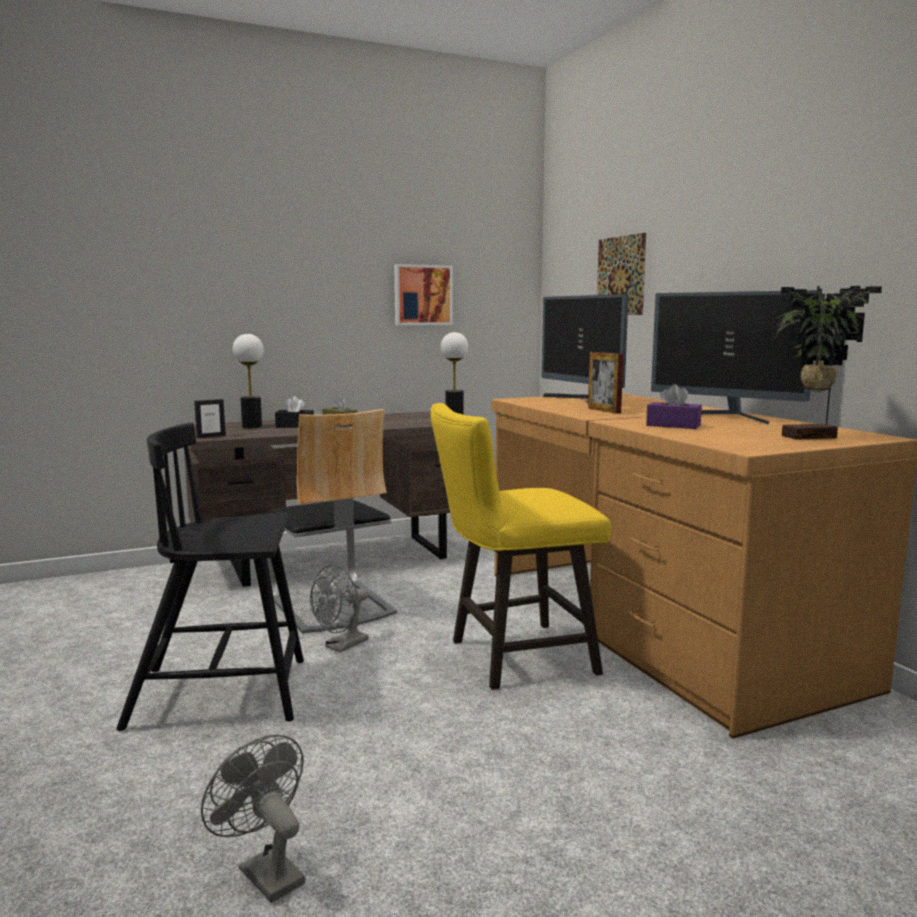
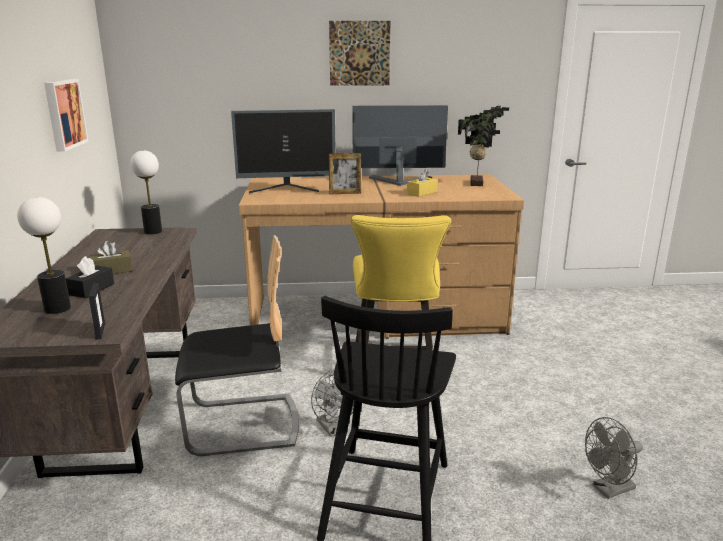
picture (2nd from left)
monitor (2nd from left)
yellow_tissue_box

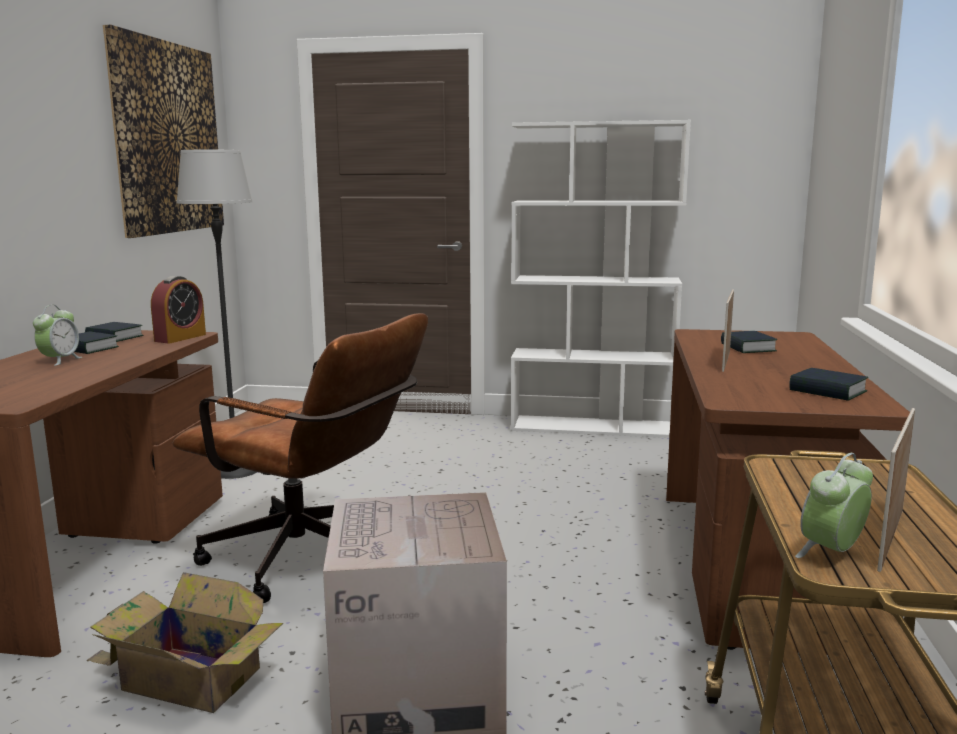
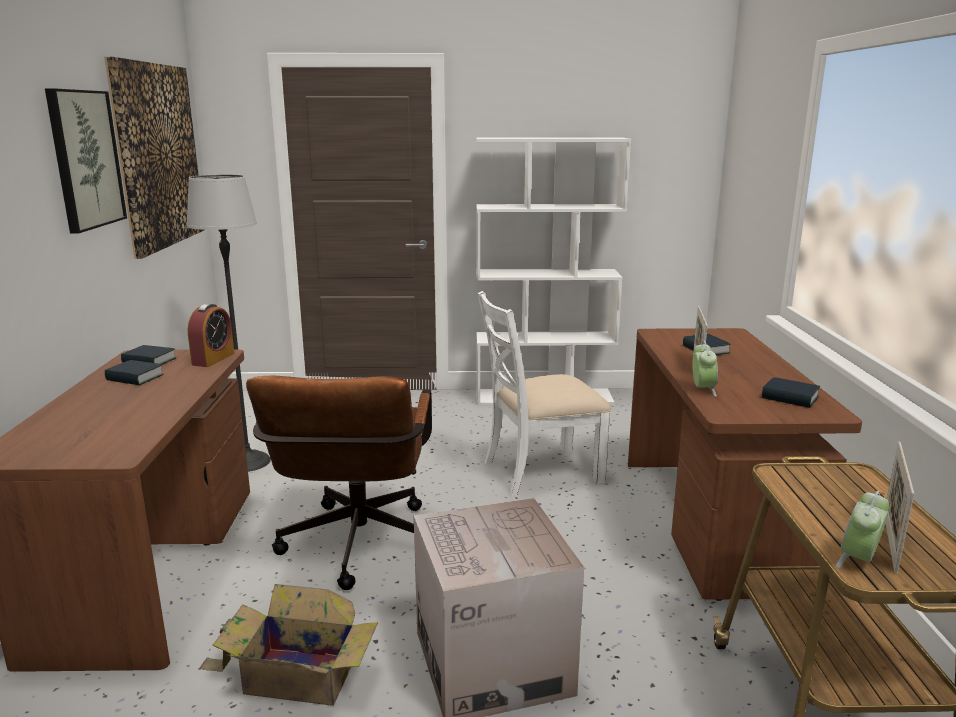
picture (1st from left)
brown_office_chair
white_chair
alarm_clock (2nd from left)

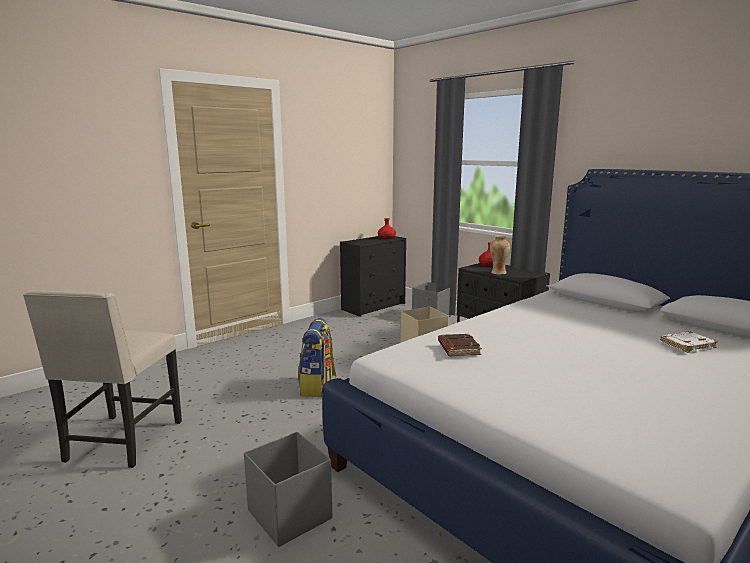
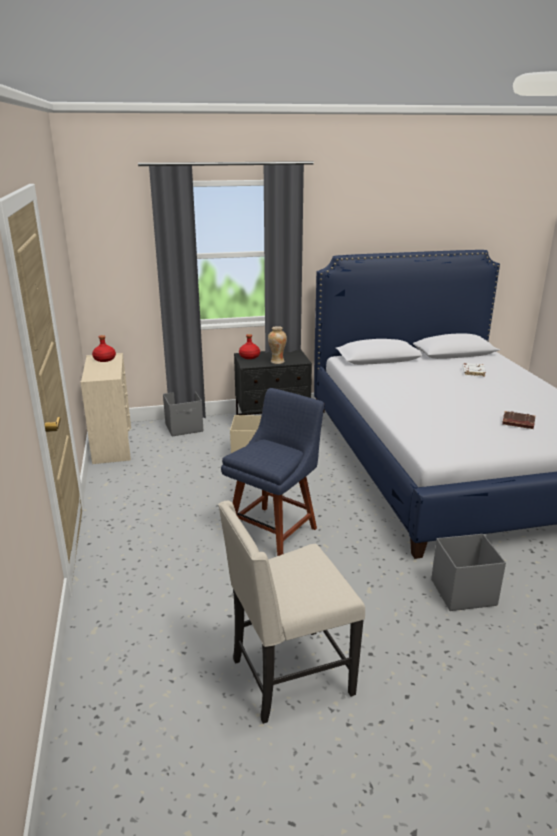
beige_dresser
beige_chair
blue_chair
brown_book

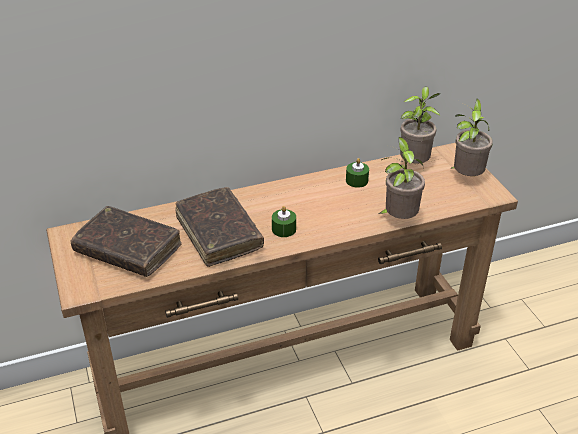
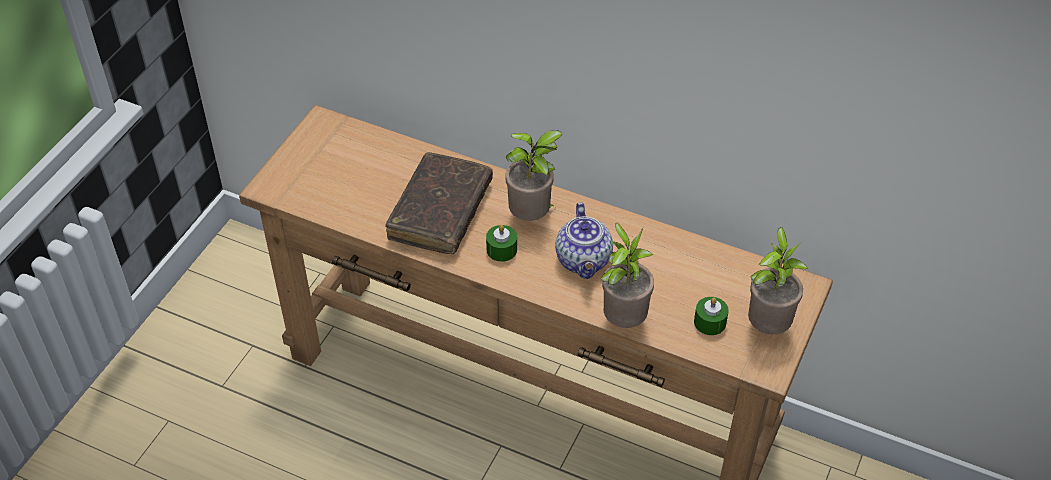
potted_plant (1st from left)
teapot
green_candle (2nd from left)
brown_book (1st from left in the first image)

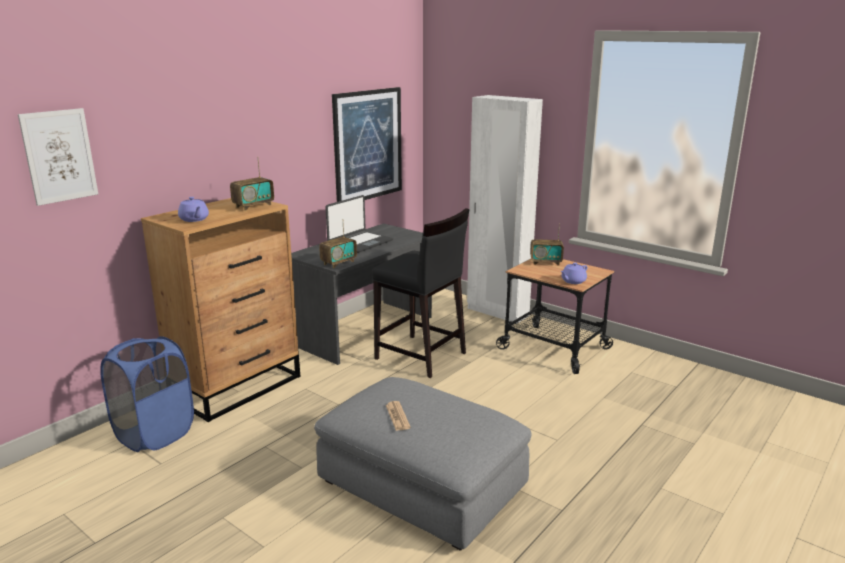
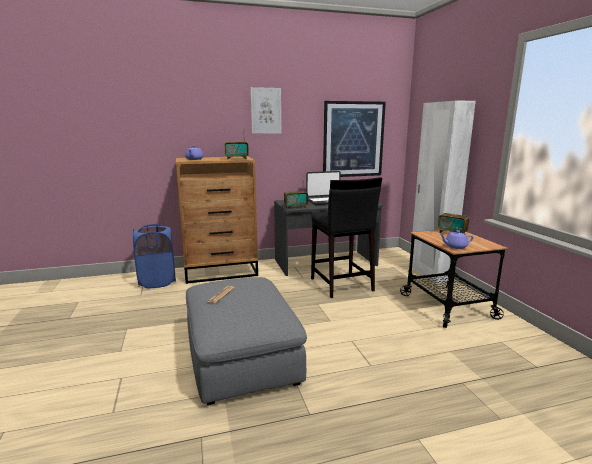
picture (1st from left)

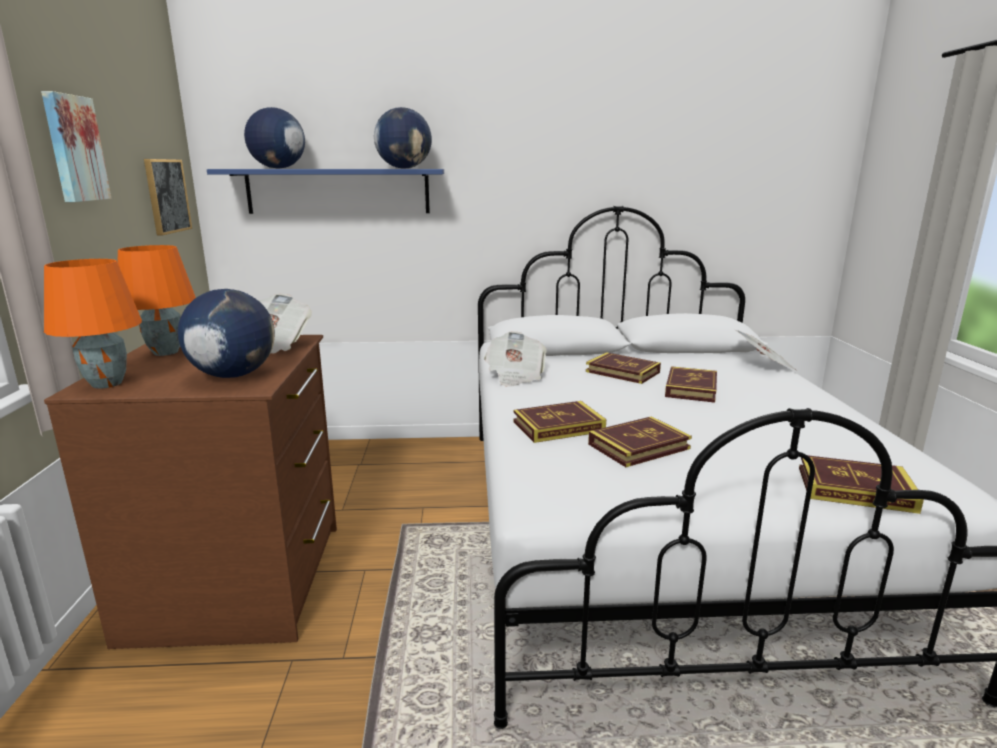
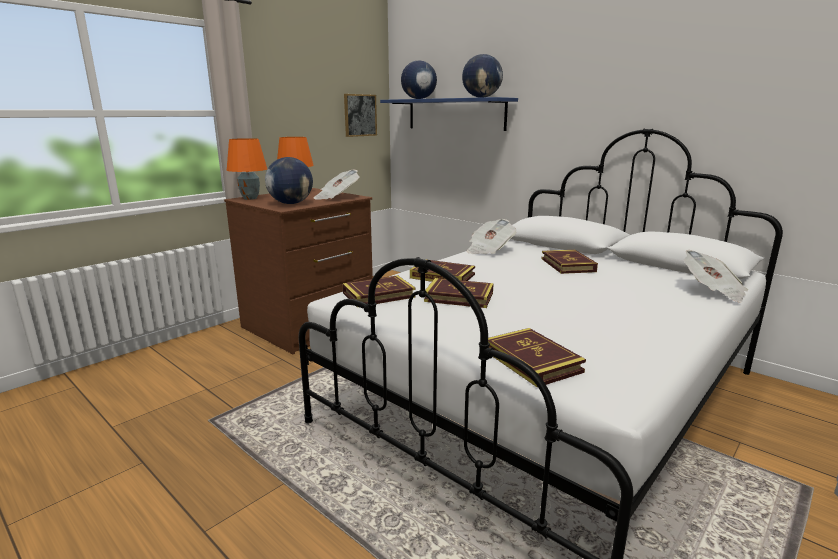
book (1st from left)
picture (1st from left in the first image)

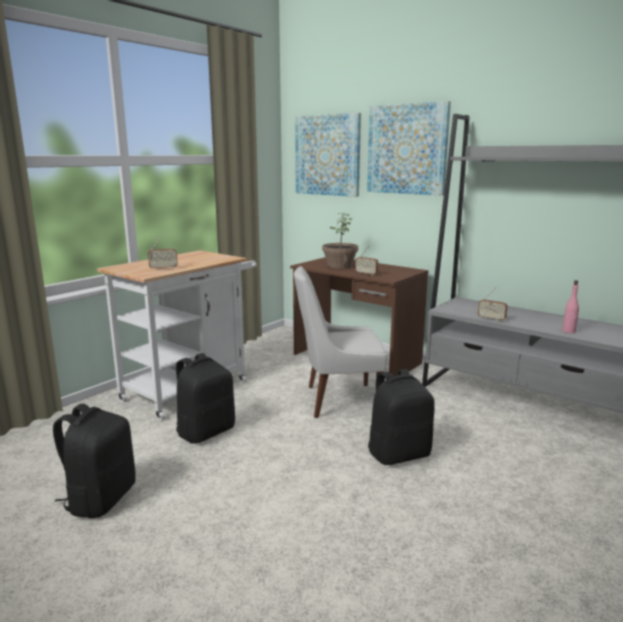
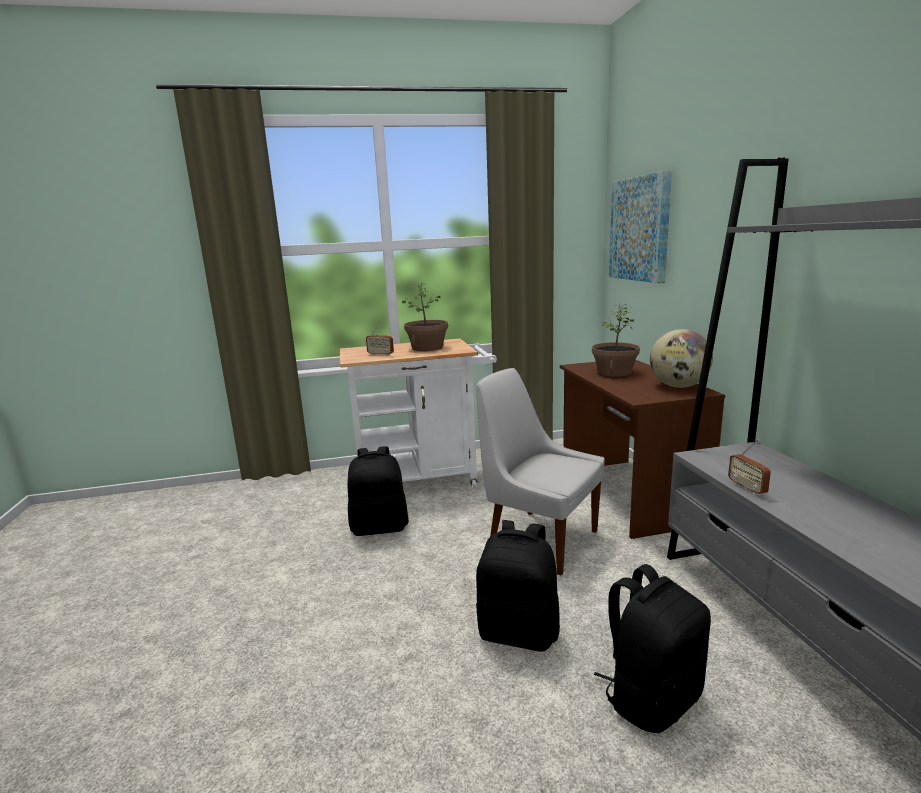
potted_plant (1st from left)
black_backpack (3rd from left)
globe
radio (2nd from left in the first image)
picture (2nd from left in the first image)
pink_bottle

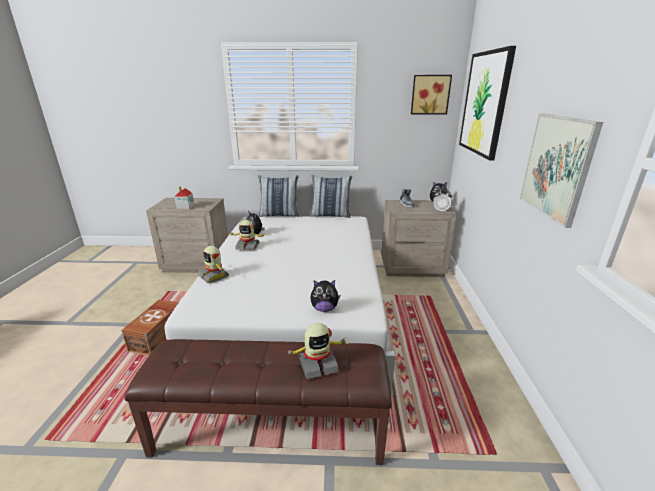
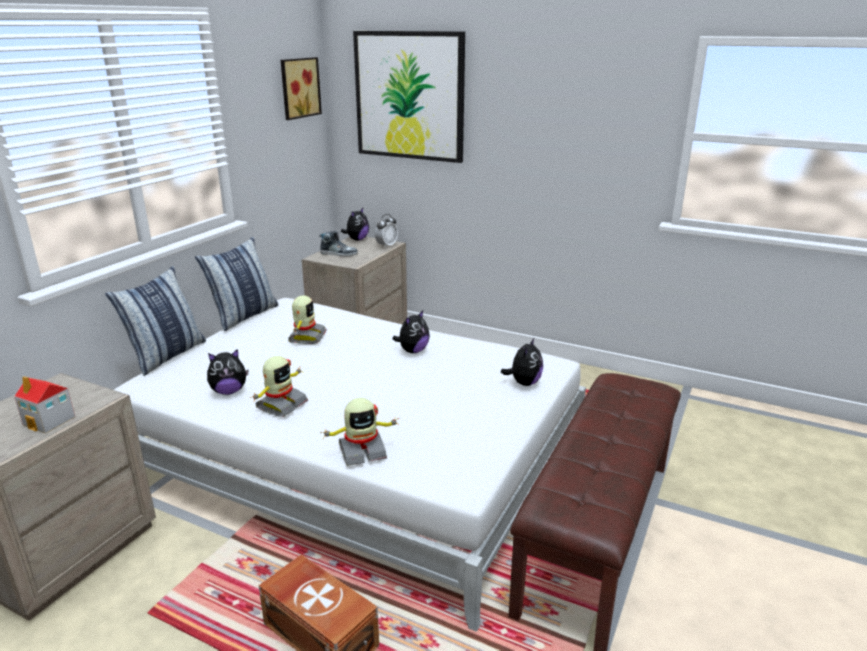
toy_robot (2nd from left)
plush_toy (3rd from left)
picture (3rd from left in the first image)

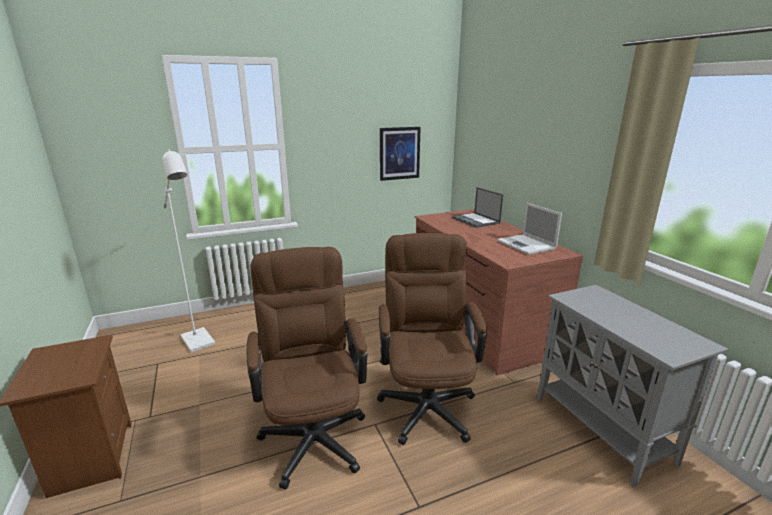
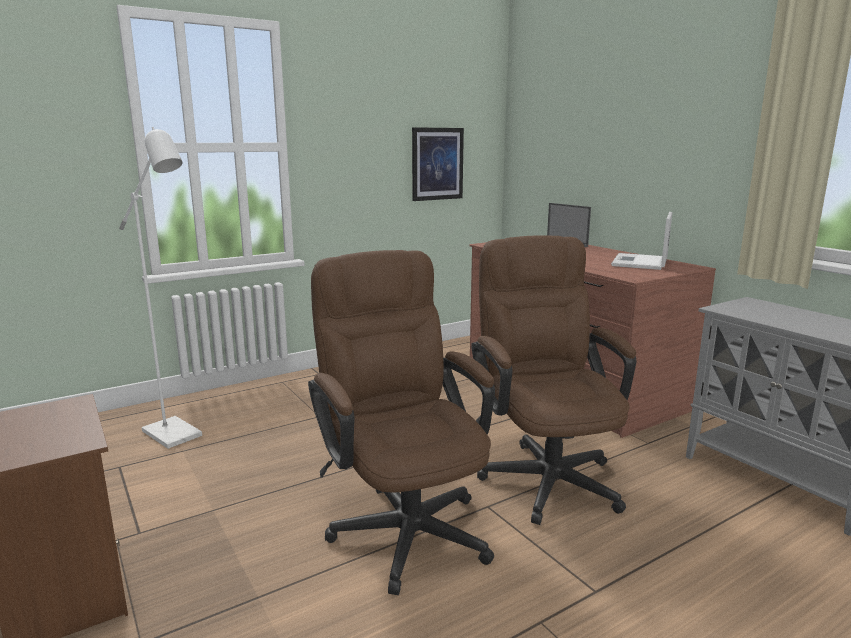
laptop (2nd from left)

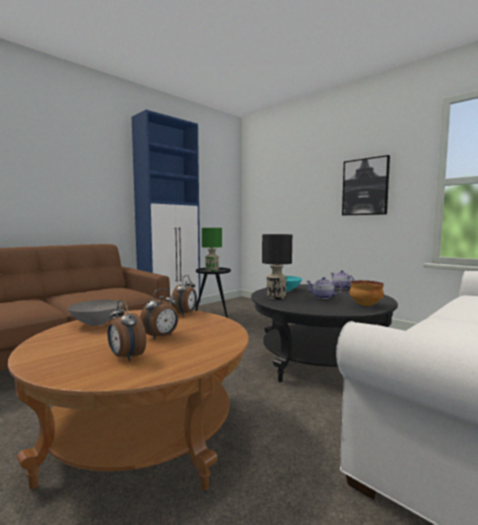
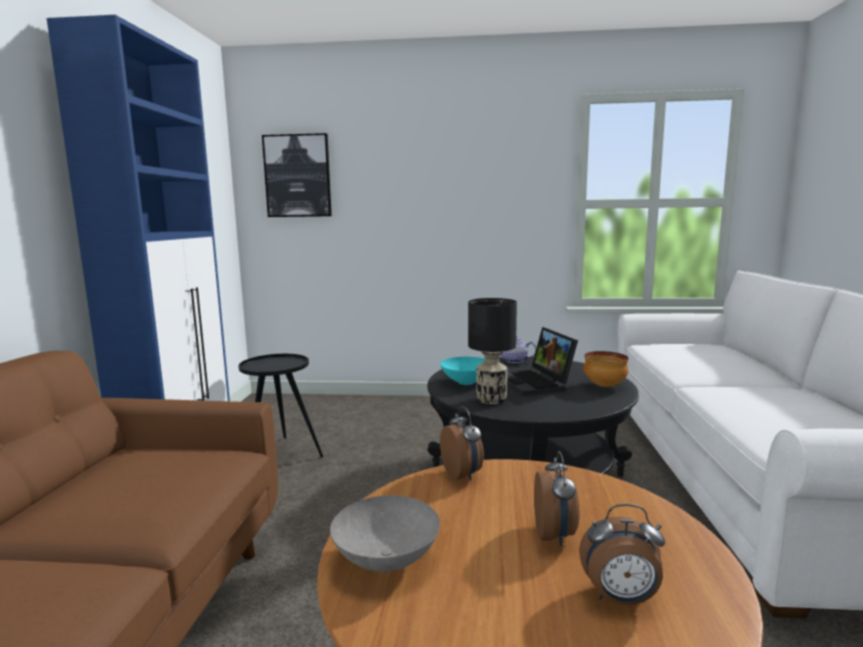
picture
laptop
green_table_lamp

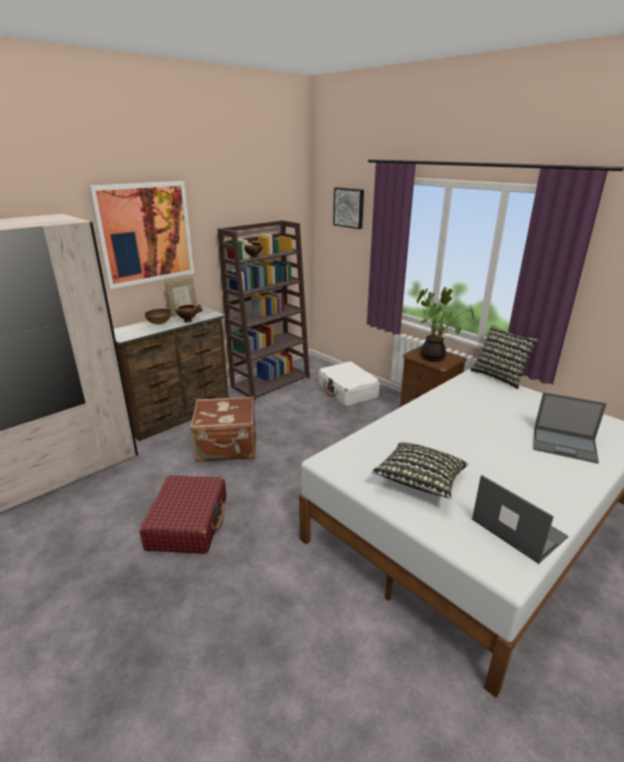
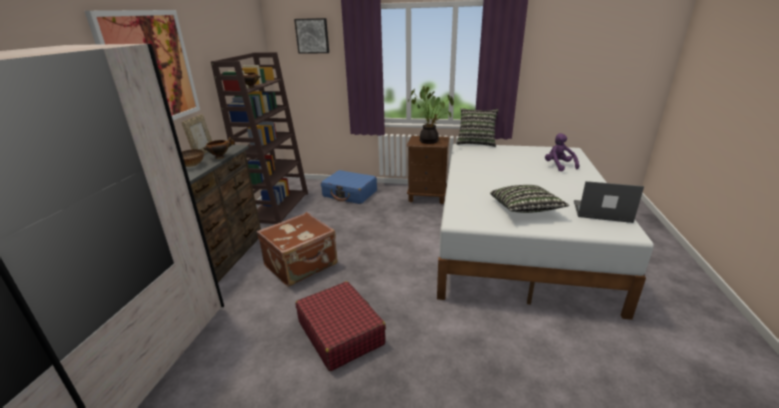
blue_suitcase
purple_plush_toy

